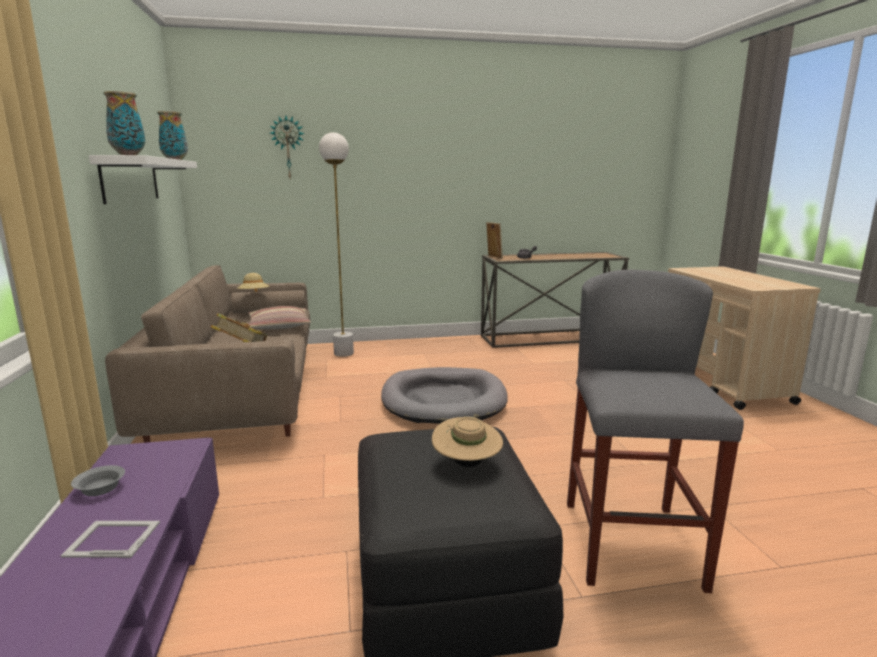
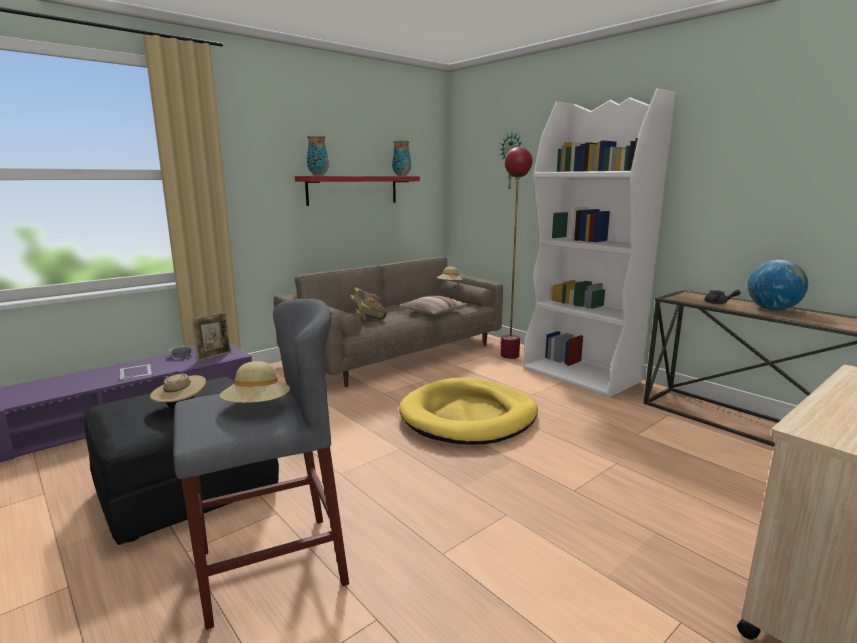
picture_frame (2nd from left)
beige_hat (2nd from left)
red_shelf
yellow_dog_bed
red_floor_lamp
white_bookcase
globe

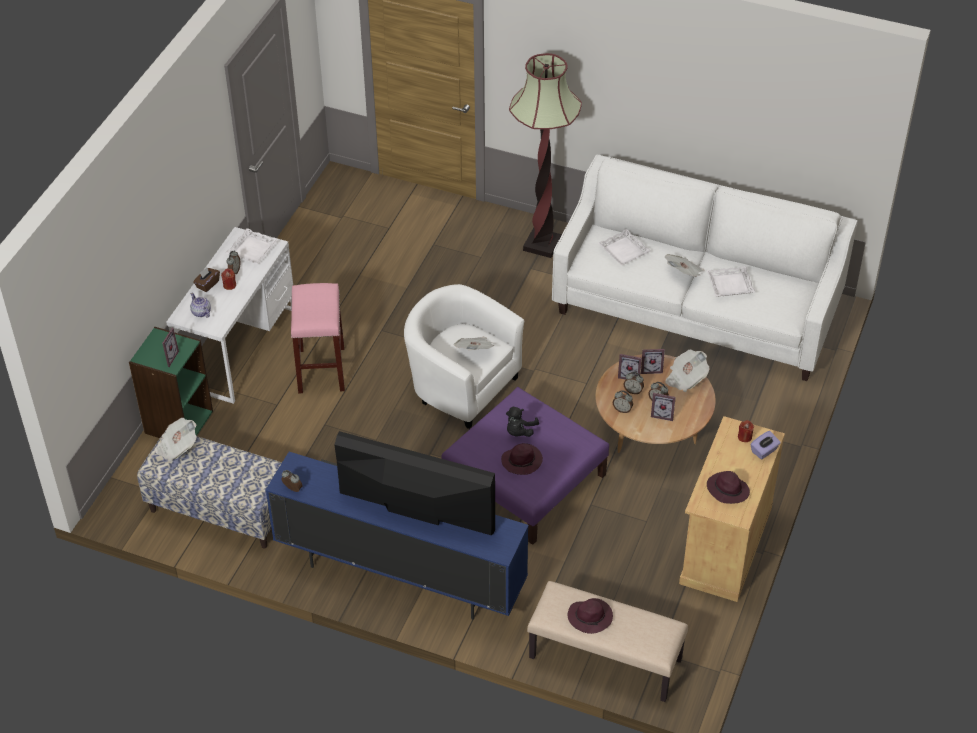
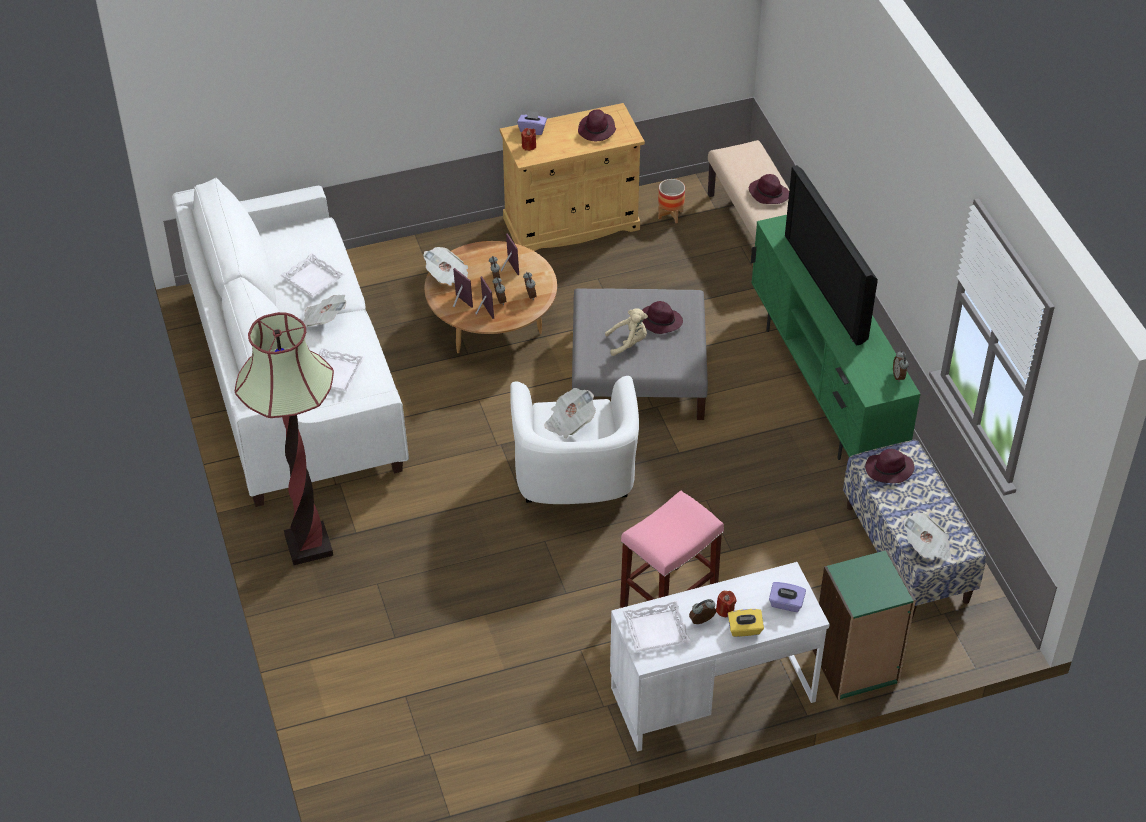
grey_ottoman
beige_plush_toy
planter
yellow_tissue_box
green_tv_stand
purple_tissue_box (2nd from left)
purple_hat (4th from left)
picture_frame (1st from left in the first image)

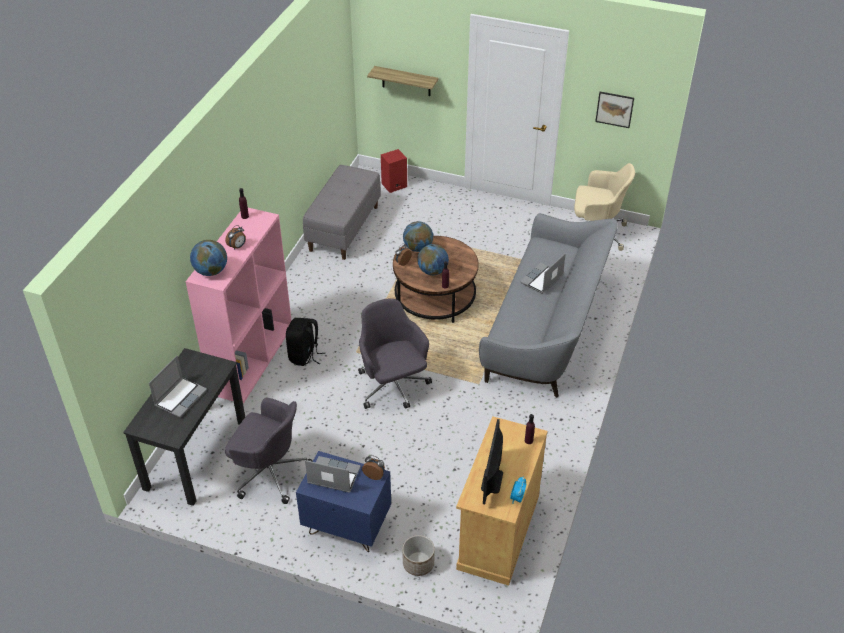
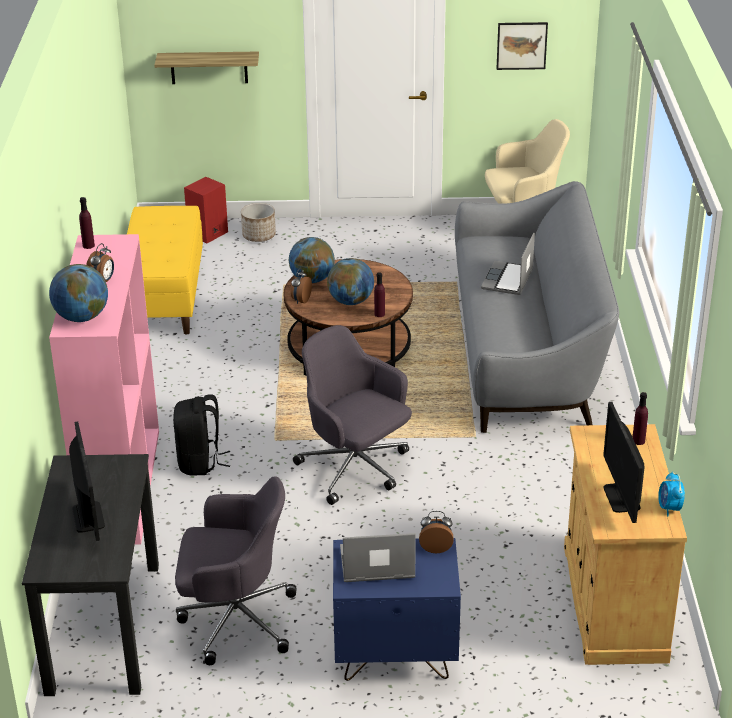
monitor (1st from left)
yellow_bench
planter

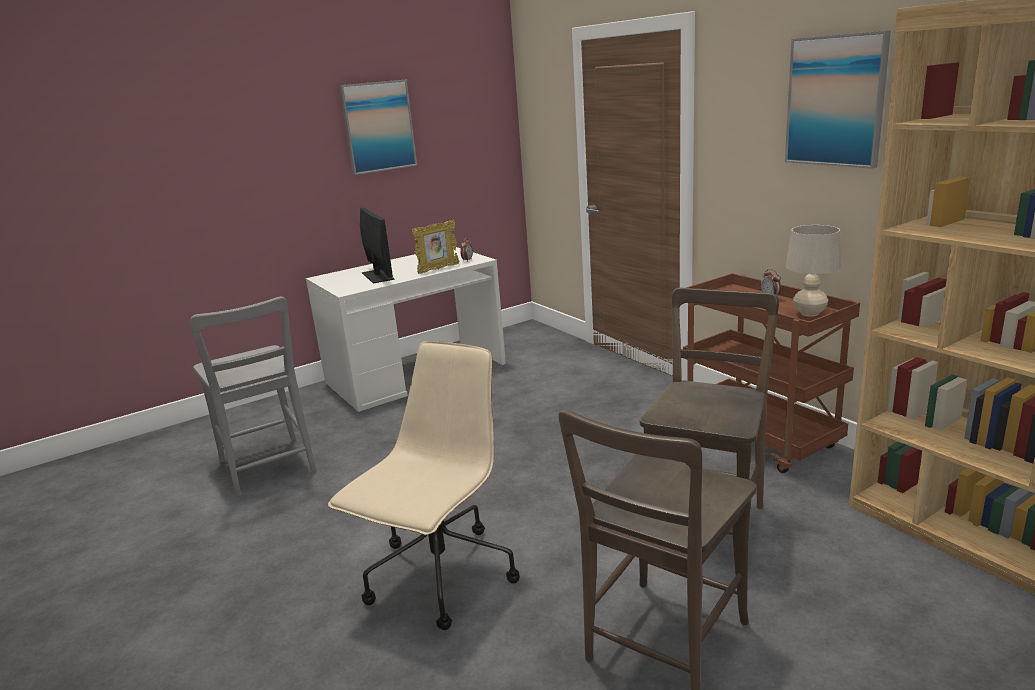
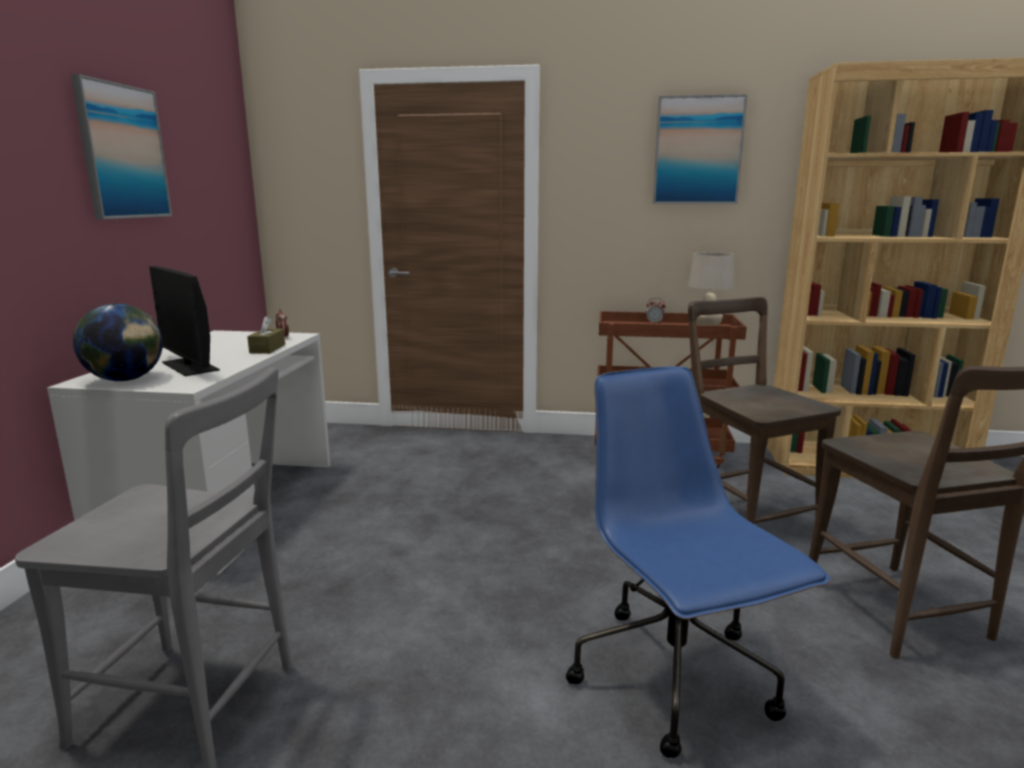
globe
monitor
brown_tissue_box
blue_office_chair

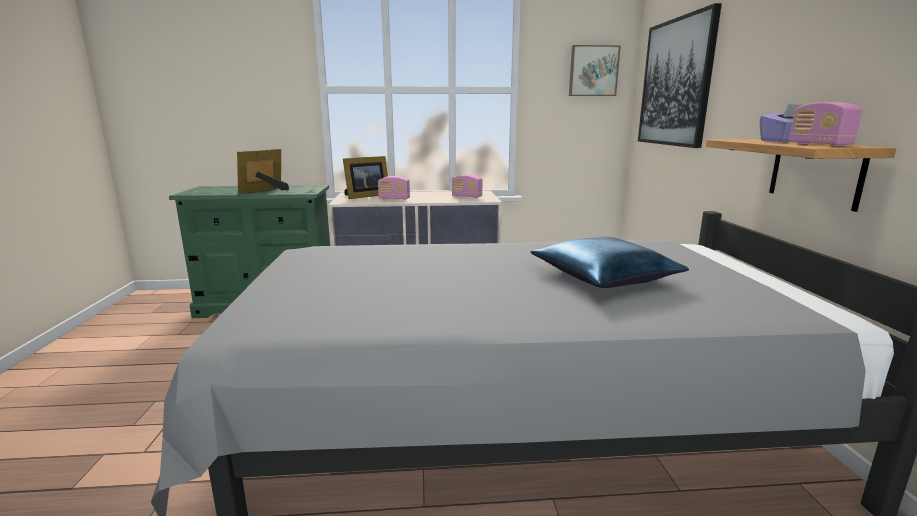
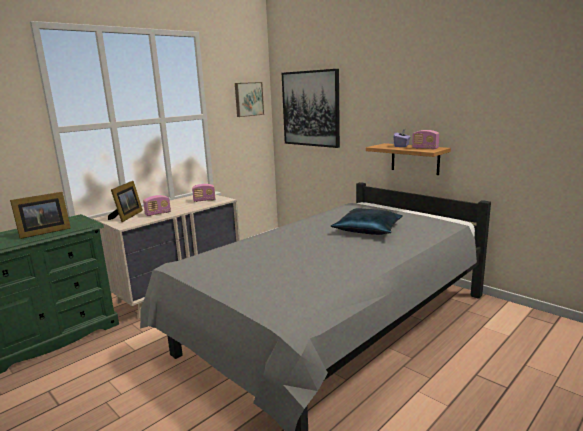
picture_frame (1st from left)

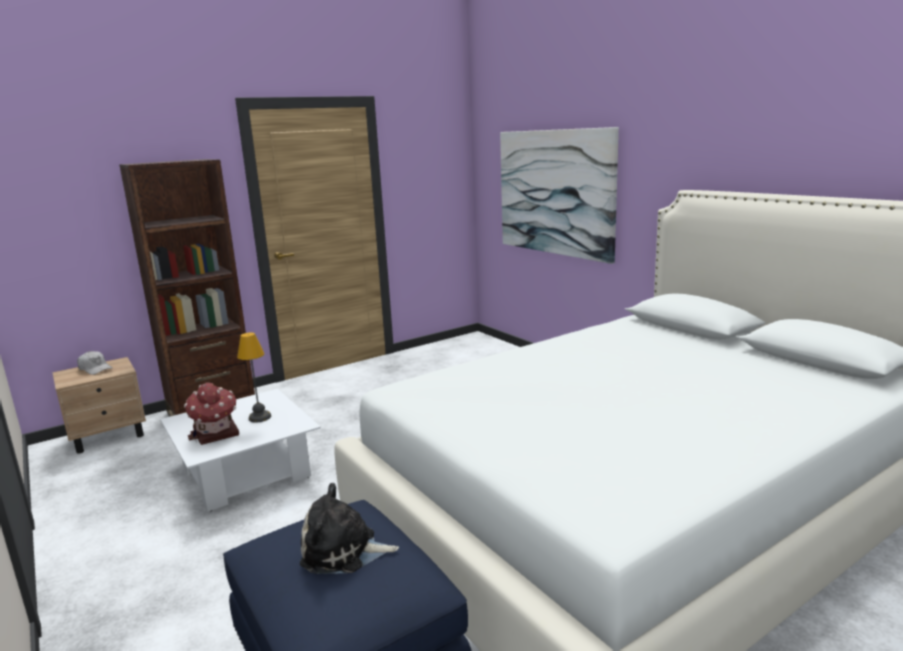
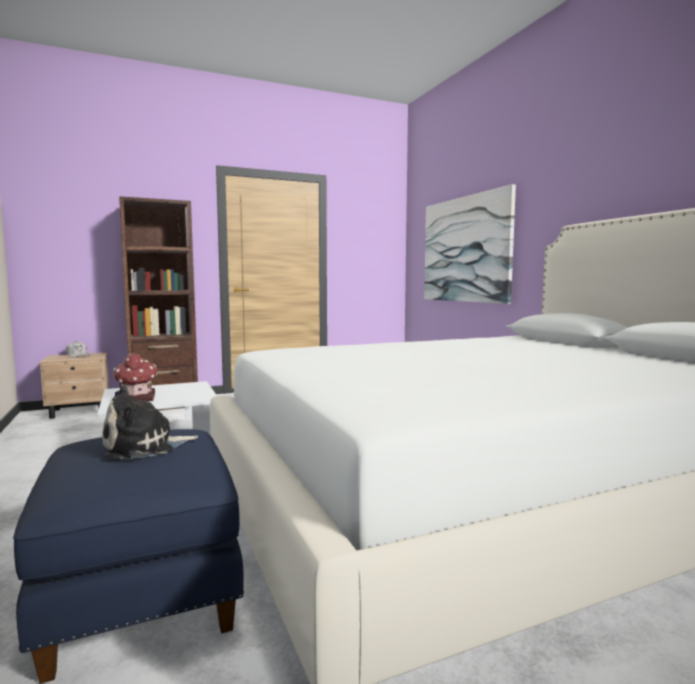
plush_toy
table_lamp

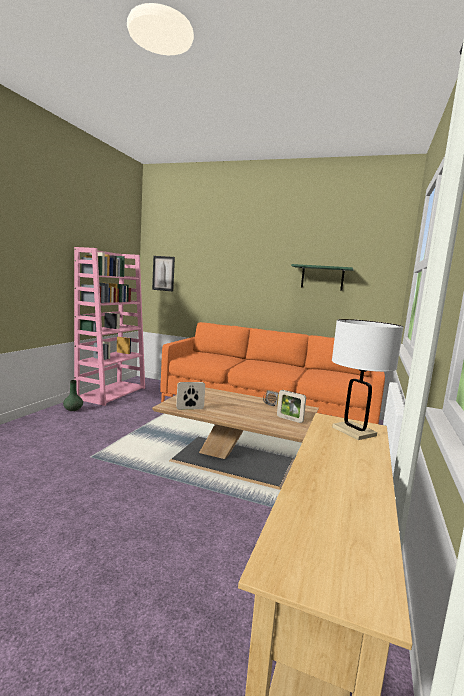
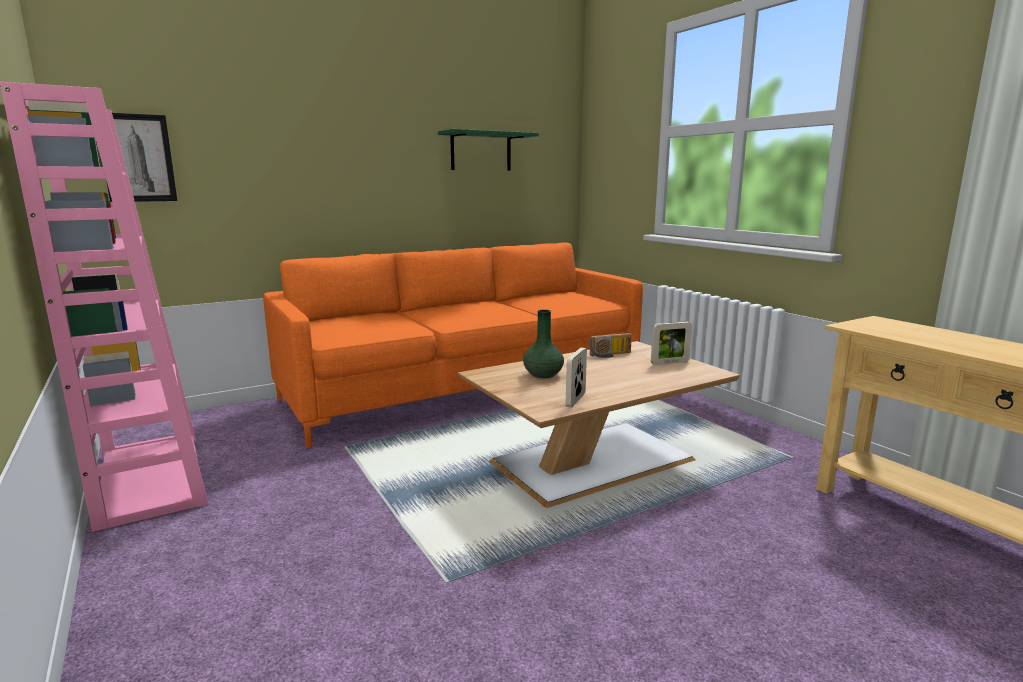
green_vase
white_table_lamp

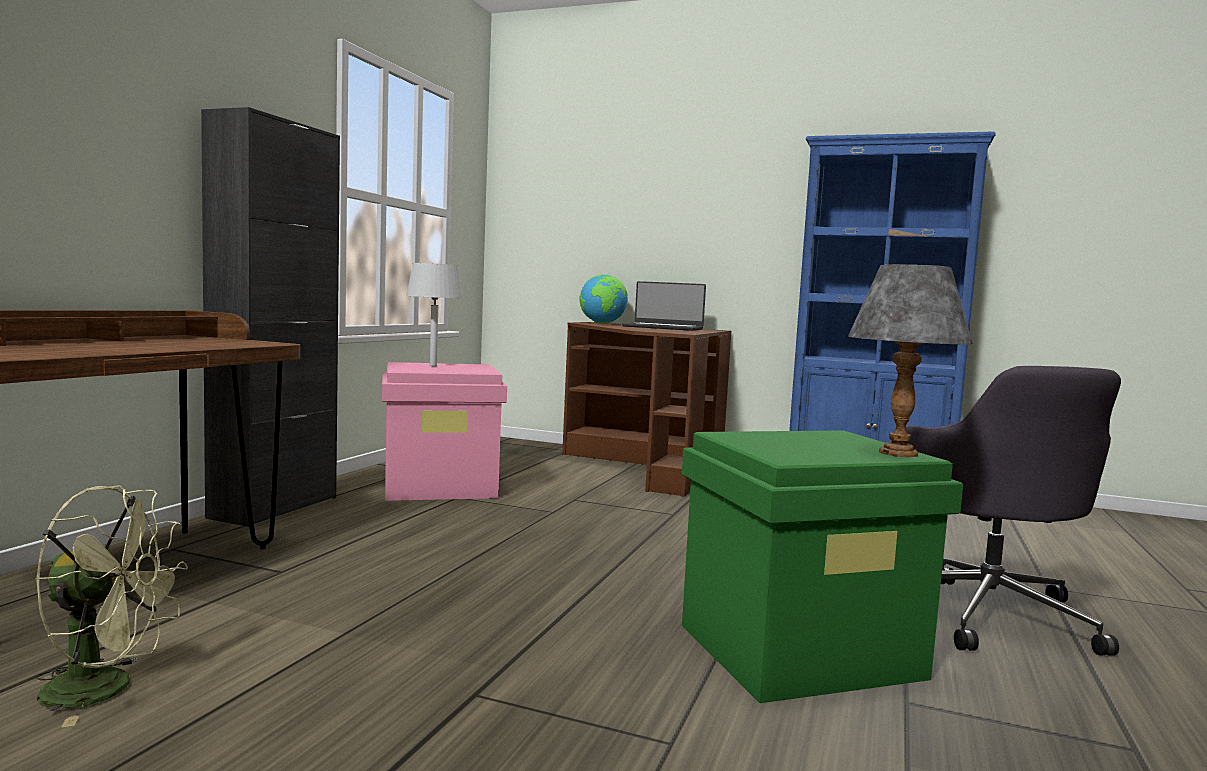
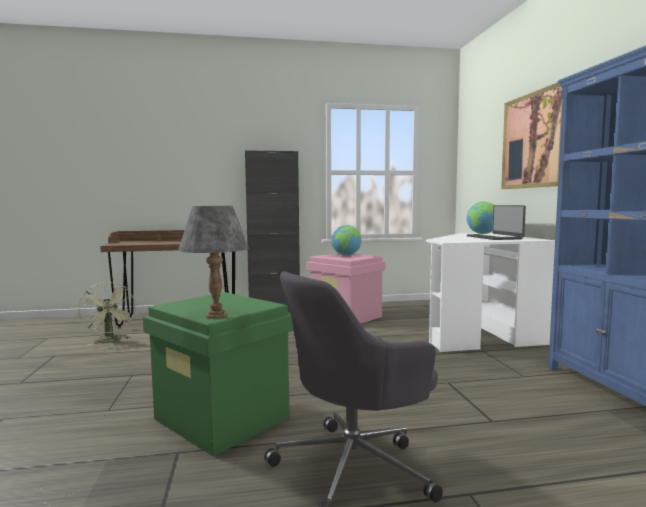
globe (1st from left)
white_desk
picture

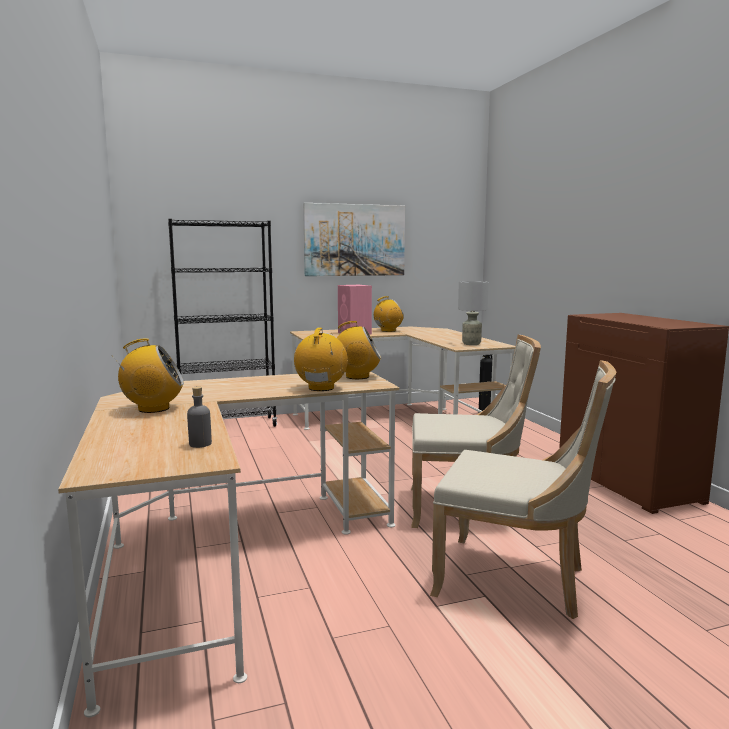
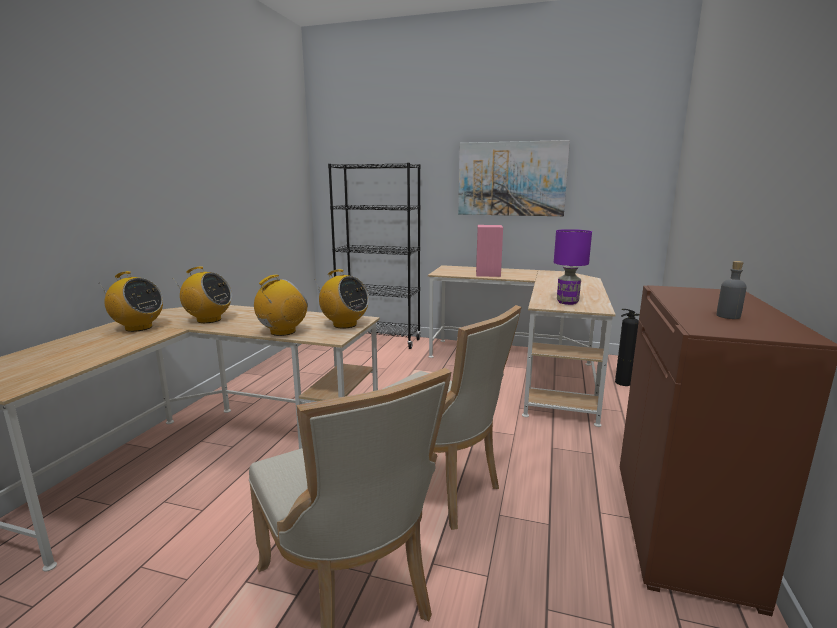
radio (2nd from left)
purple_table_lamp
grey_bottle

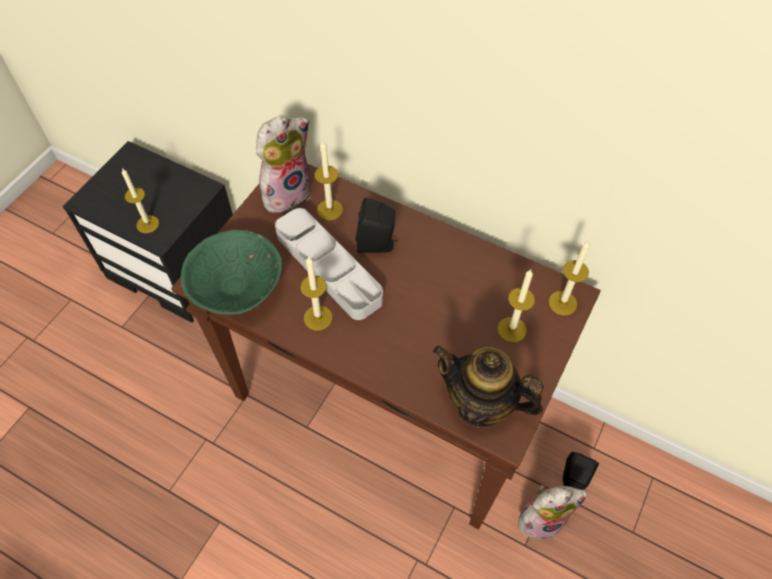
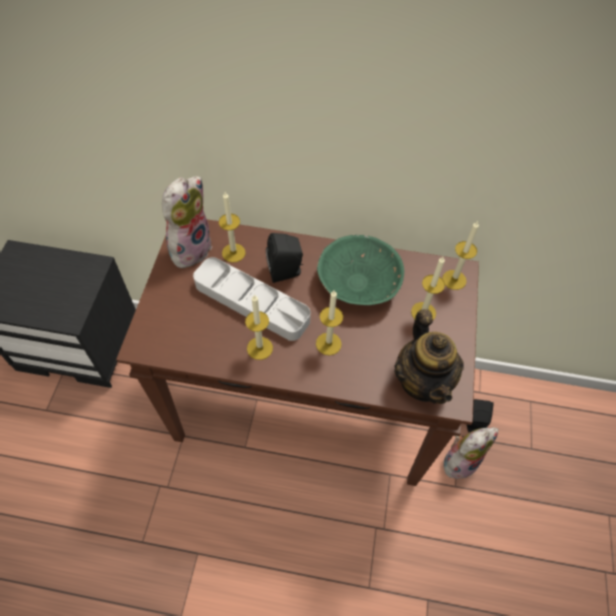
candle (3rd from left)
green_bowl
teapot

